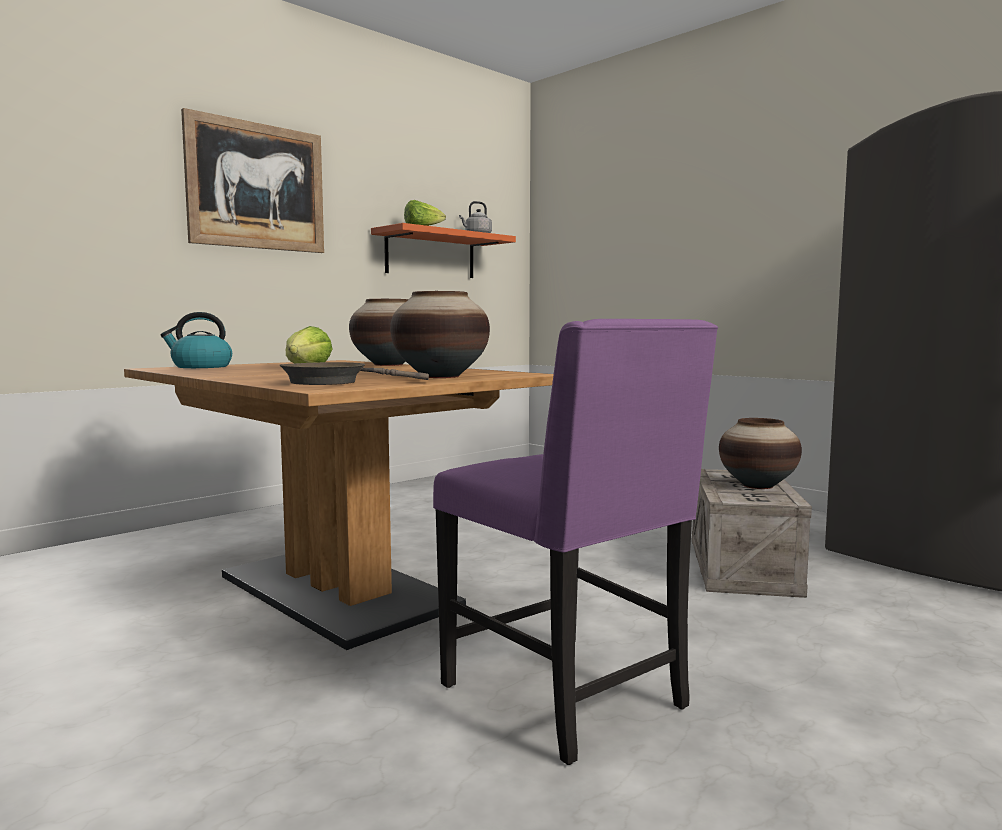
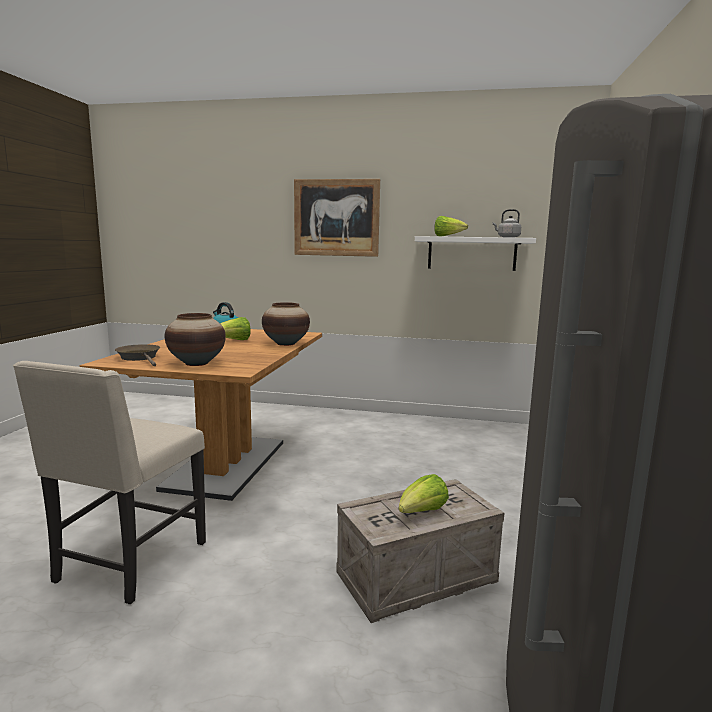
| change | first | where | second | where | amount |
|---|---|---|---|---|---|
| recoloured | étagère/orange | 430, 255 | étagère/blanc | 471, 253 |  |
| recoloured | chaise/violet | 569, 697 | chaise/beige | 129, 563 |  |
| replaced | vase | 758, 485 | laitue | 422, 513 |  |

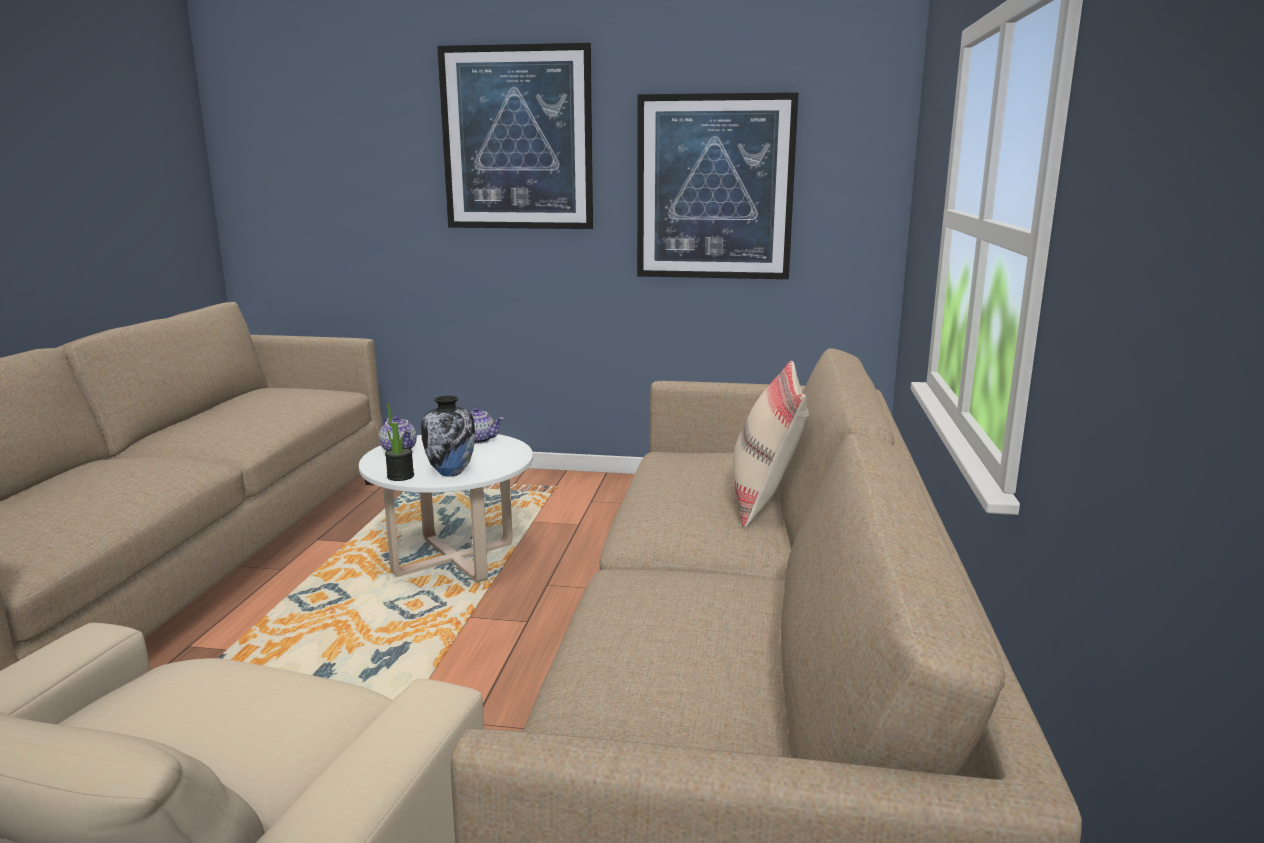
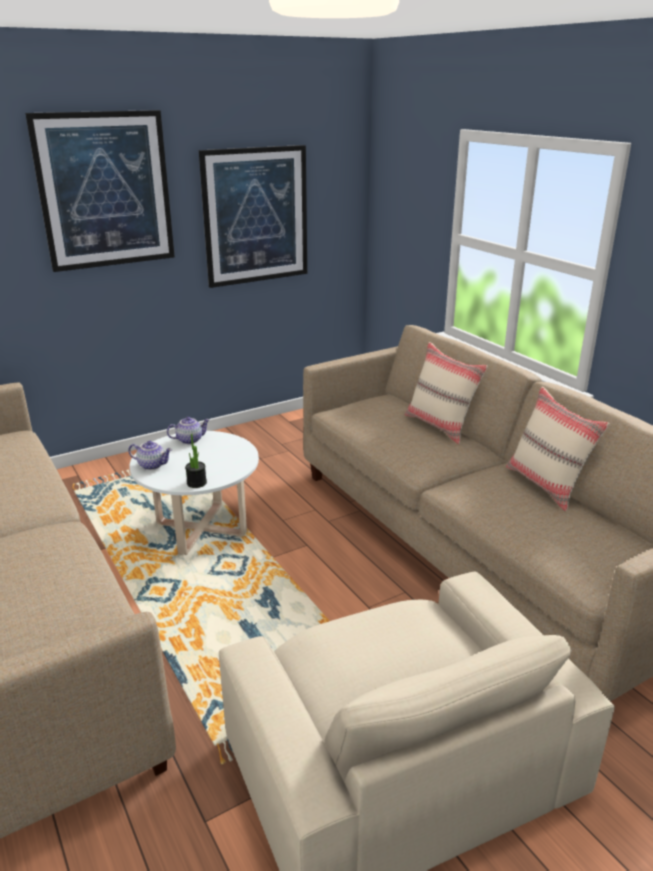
| change | first | where | second | where | amount |
|---|---|---|---|---|---|
| removed | vase | 451, 472 |  |  |  |
| added |  |  | coussin/beige | 547, 485 |  |

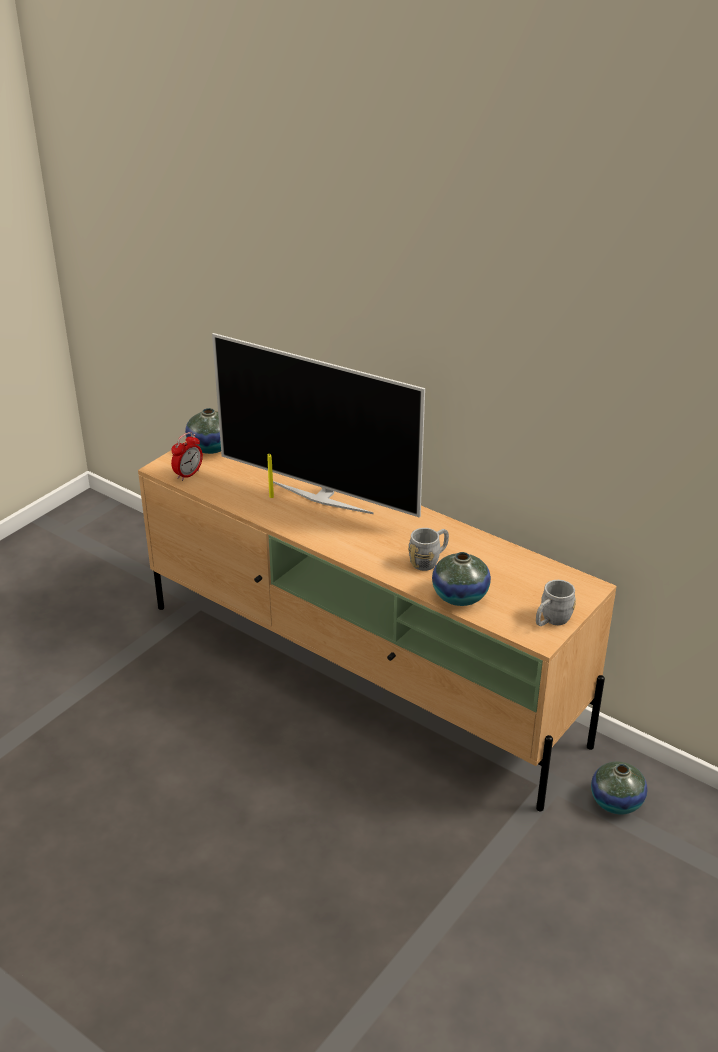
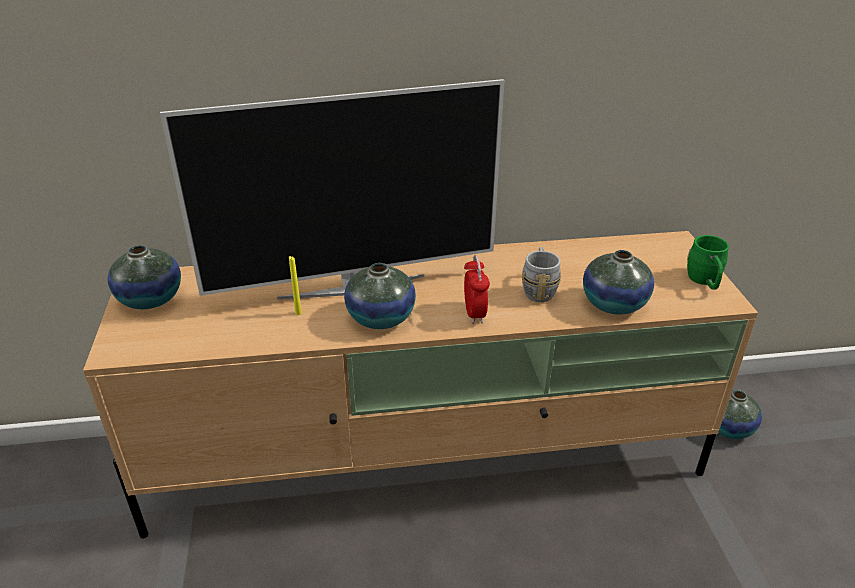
| change | first | where | second | where | amount |
|---|---|---|---|---|---|
| moved | réveil | 188, 474 |  | 474, 313 |  |
| recoloured | mug/gris | 551, 621 | mug/vert | 705, 282 |  |
| added |  |  | vase | 381, 318 |  |

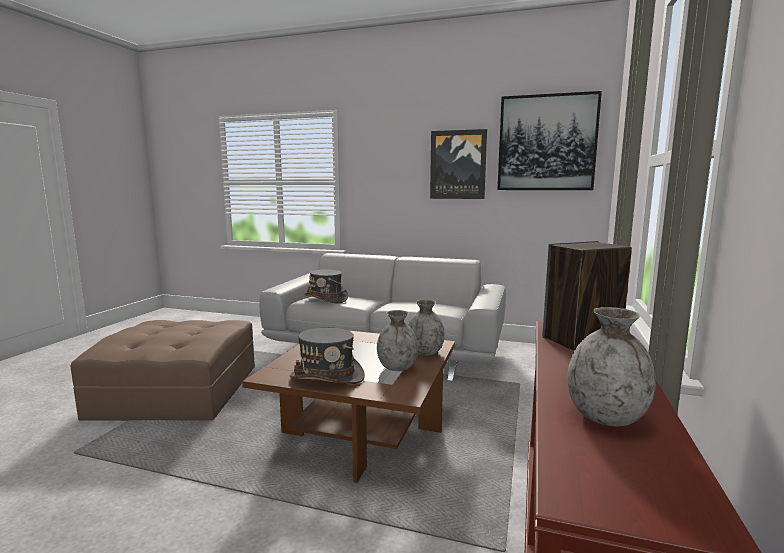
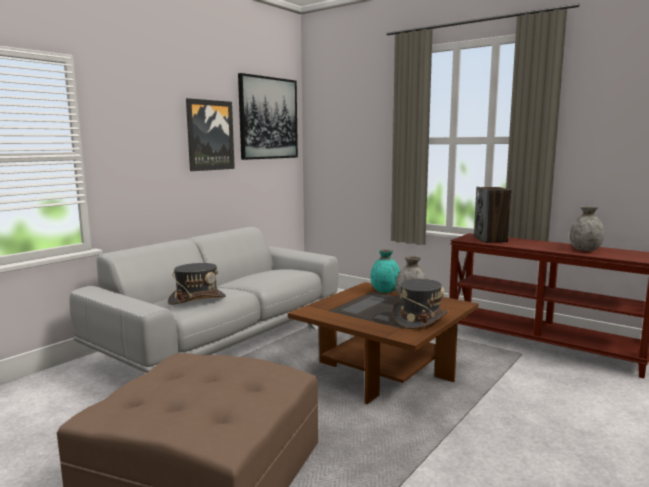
| change | first | where | second | where | amount |
|---|---|---|---|---|---|
| recoloured | vase/gris | 424, 352 | vase/turquoise | 385, 291 |  |

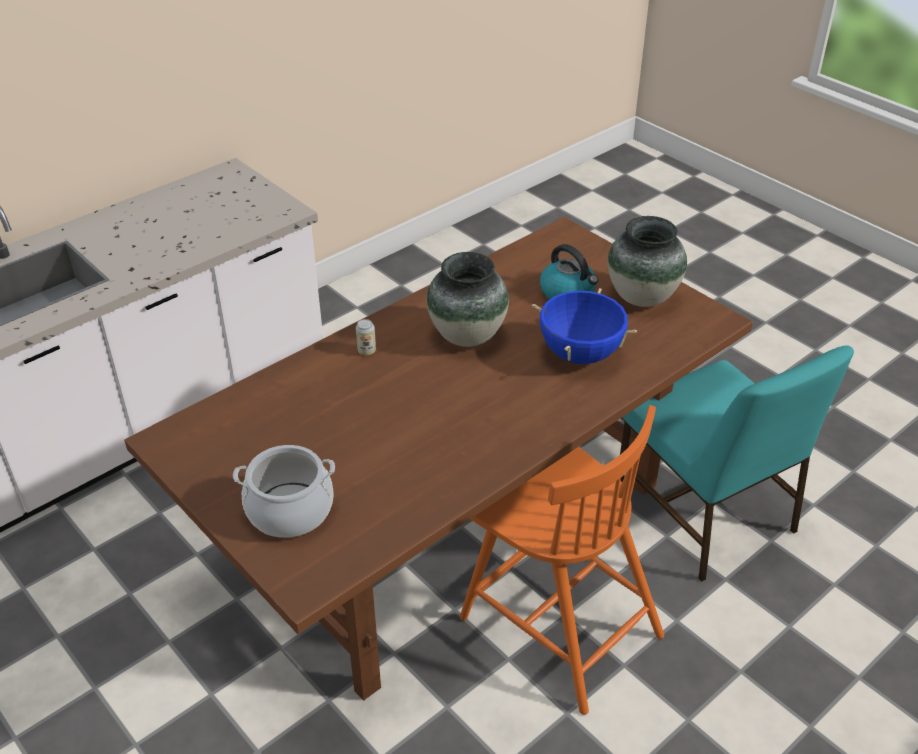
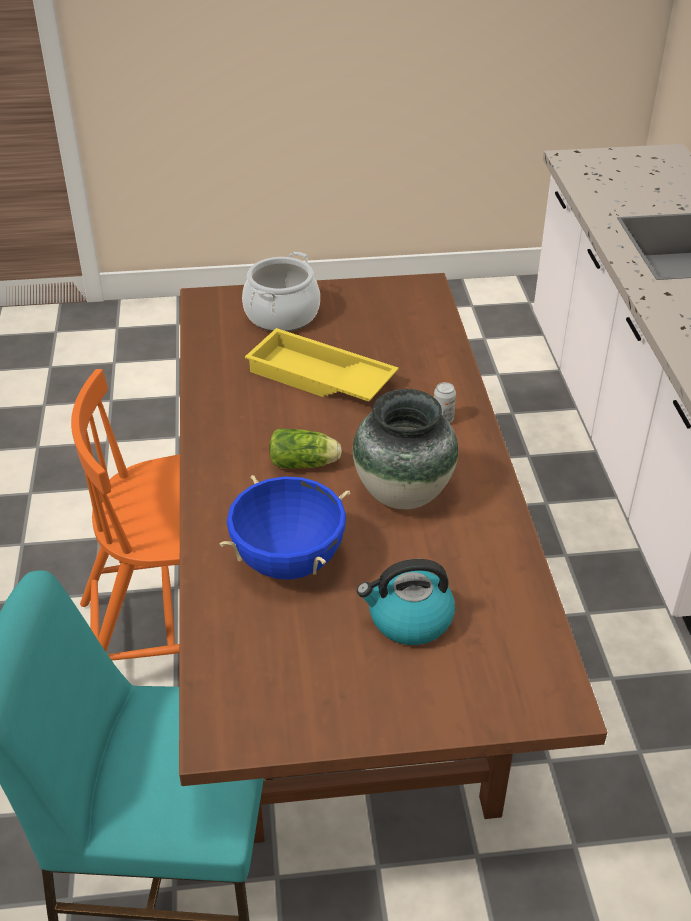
| change | first | where | second | where | amount |
|---|---|---|---|---|---|
| removed | vase | 641, 297 |  |  |  |
| added |  |  | plateau/jaune | 318, 378 |  |
| added |  |  | laitue | 306, 464 |  |

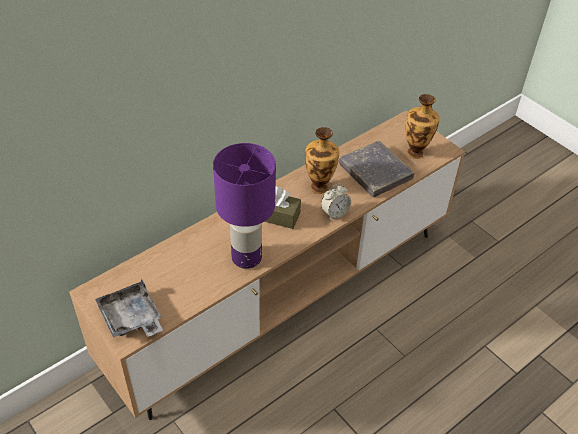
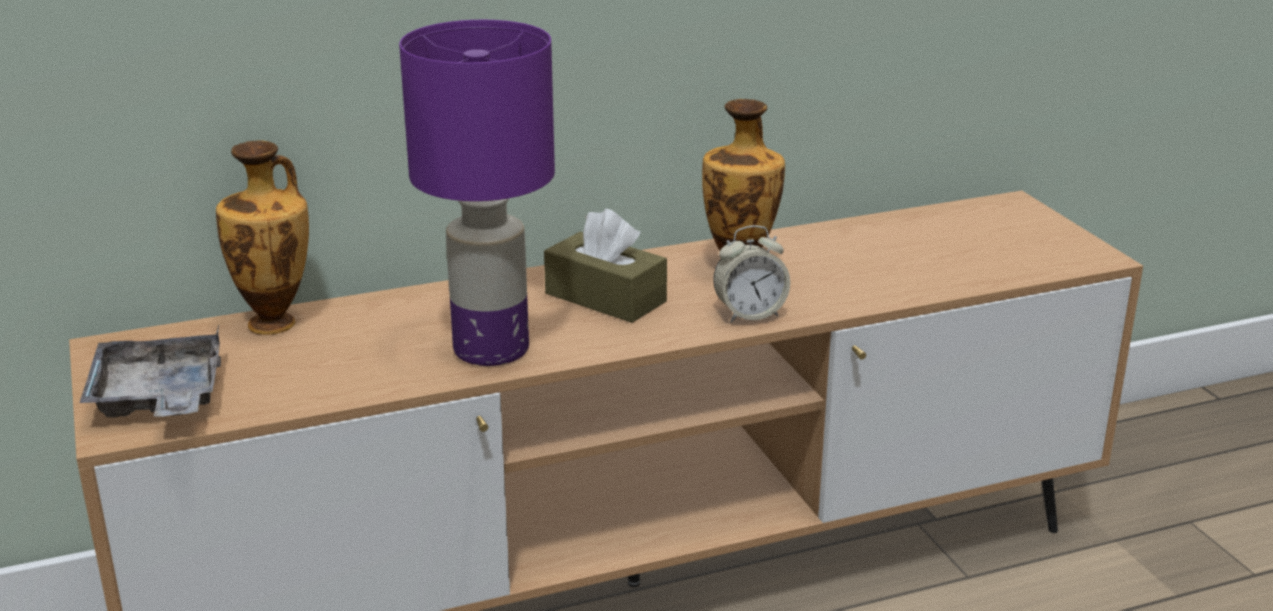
| change | first | where | second | where | amount |
|---|---|---|---|---|---|
| moved | vase | 416, 152 |  | 276, 323 |  |
| removed | livre/gris | 375, 172 |  |  |  |

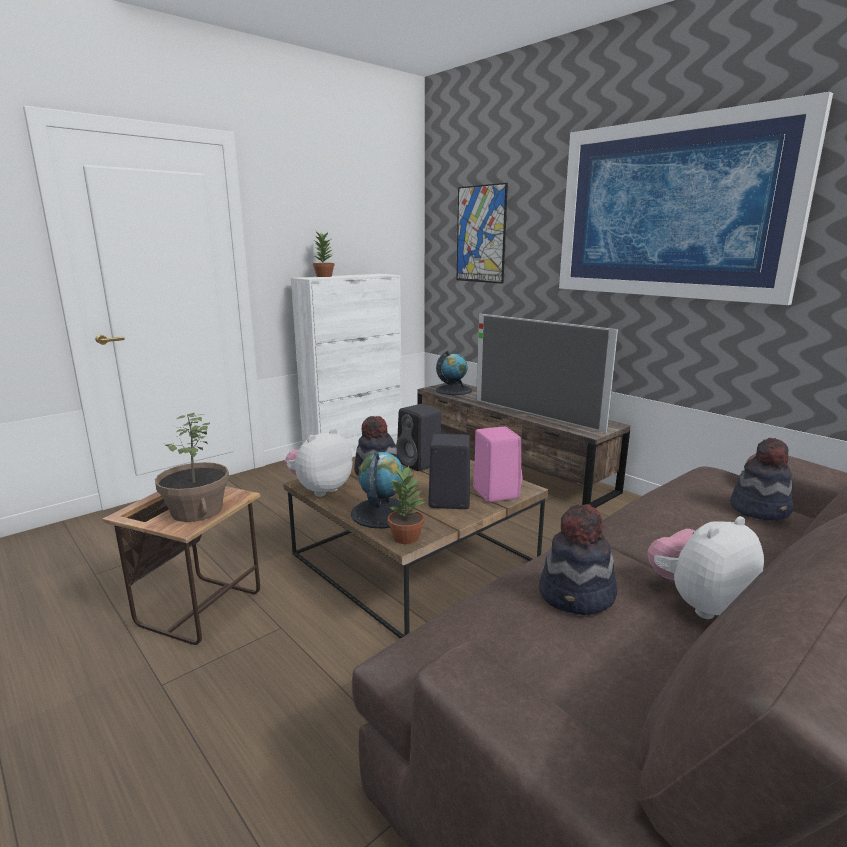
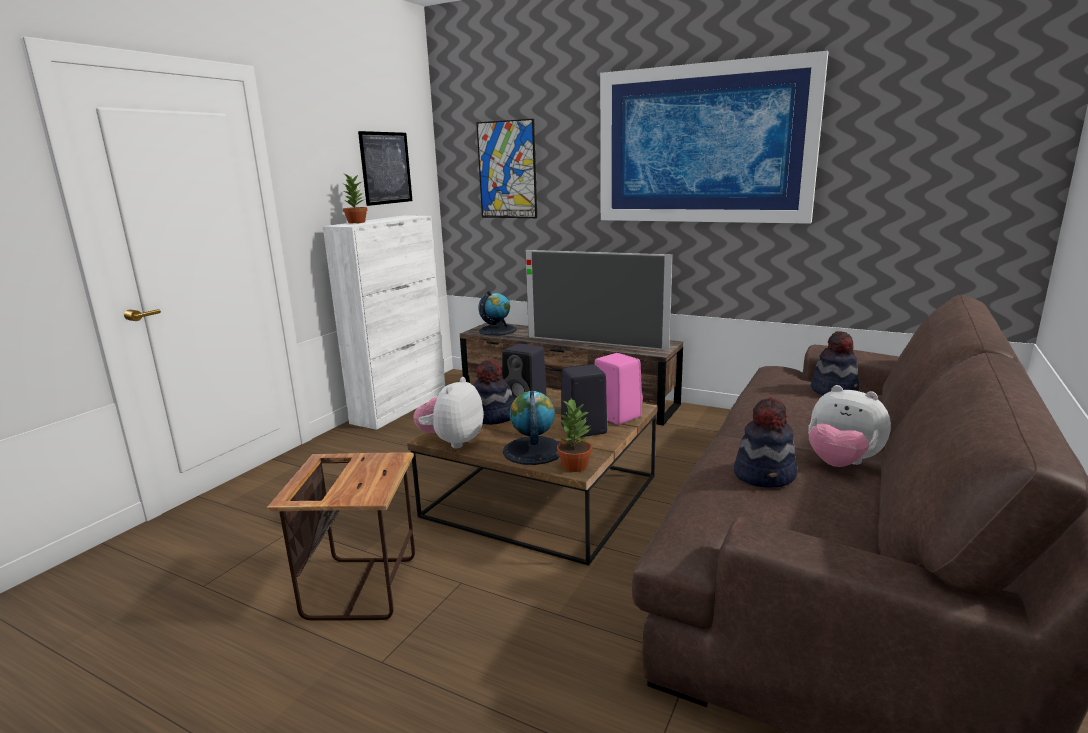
| change | first | where | second | where | amount |
|---|---|---|---|---|---|
| removed | plante en pot | 196, 511 |  |  |  |
| turned | peluche | 698, 603 |  | 841, 463 | 90 degrees counterclockwise |
| added |  |  | tableau | 386, 168 |  |

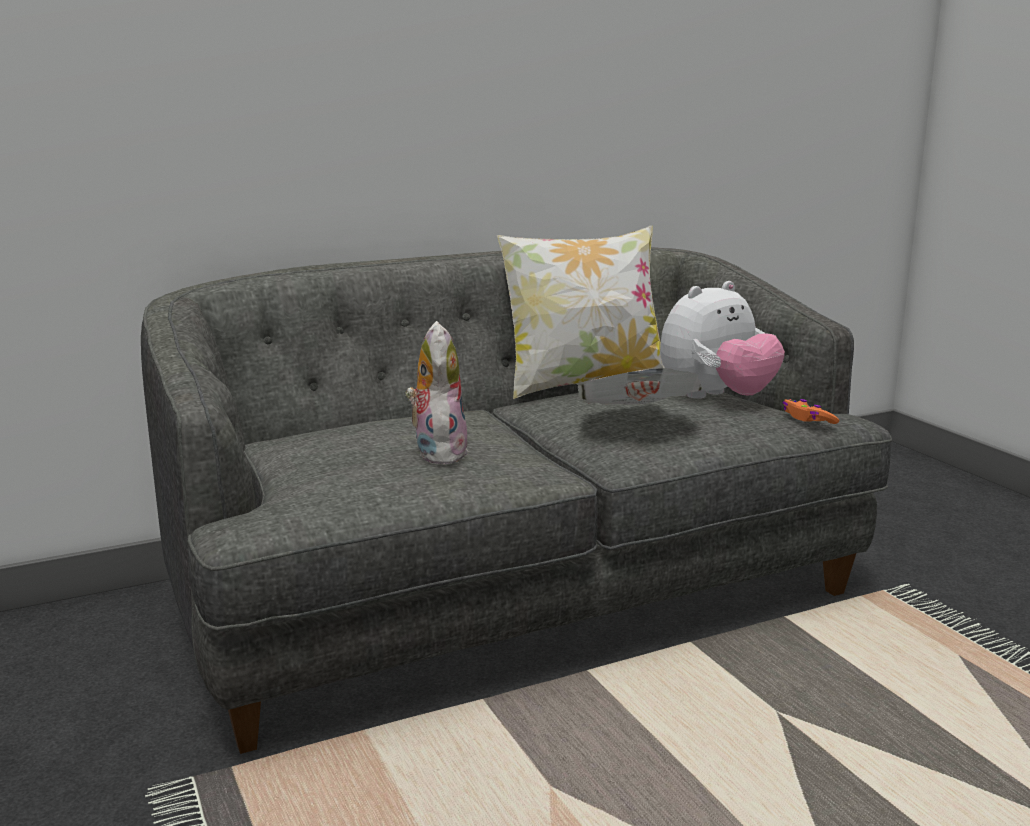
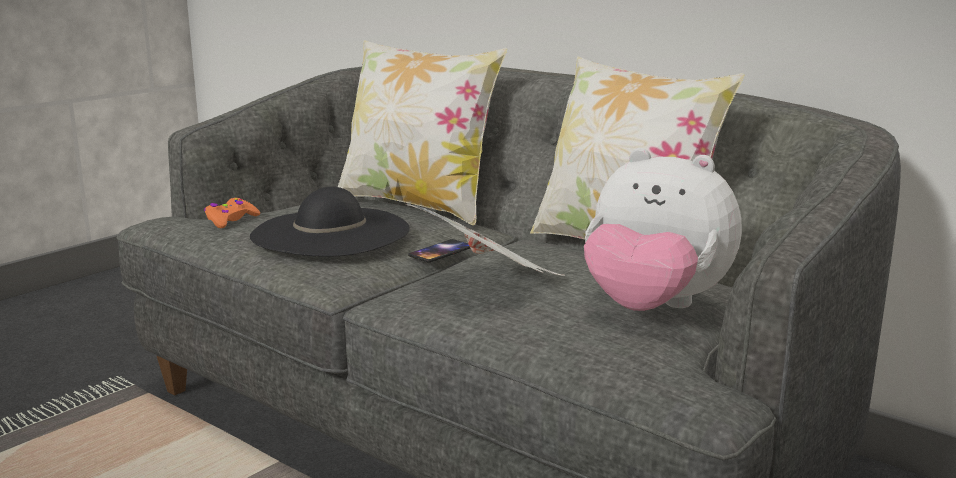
| change | first | where | second | where | amount |
|---|---|---|---|---|---|
| replaced | peluche | 437, 452 | chapeau/noir | 330, 232 |  |
| moved | manette/orange | 807, 419 |  | 231, 220 |  |
| added |  |  | coussin | 418, 205 |  |
| added |  |  | téléphone | 441, 251 |  |

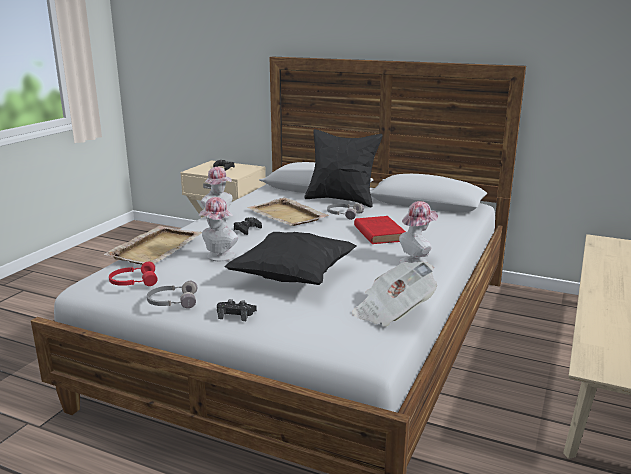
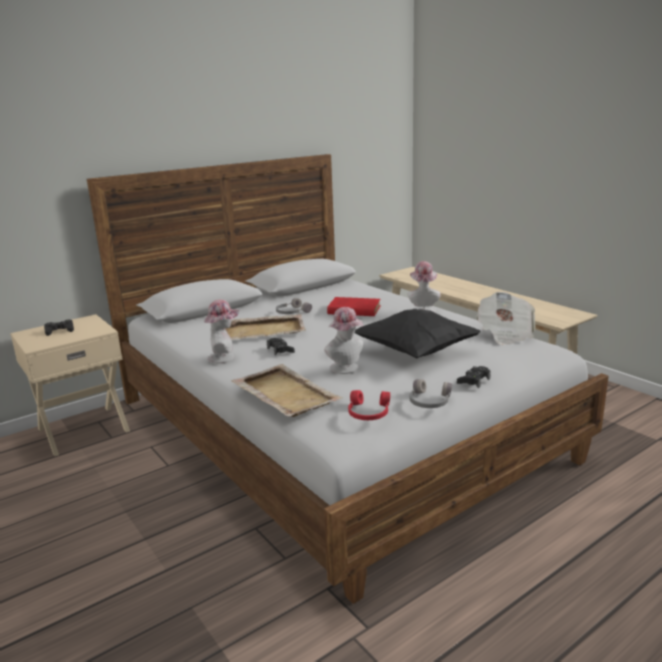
| change | first | where | second | where | amount |
|---|---|---|---|---|---|
| removed | coussin/noir | 341, 200 |  |  |  |

